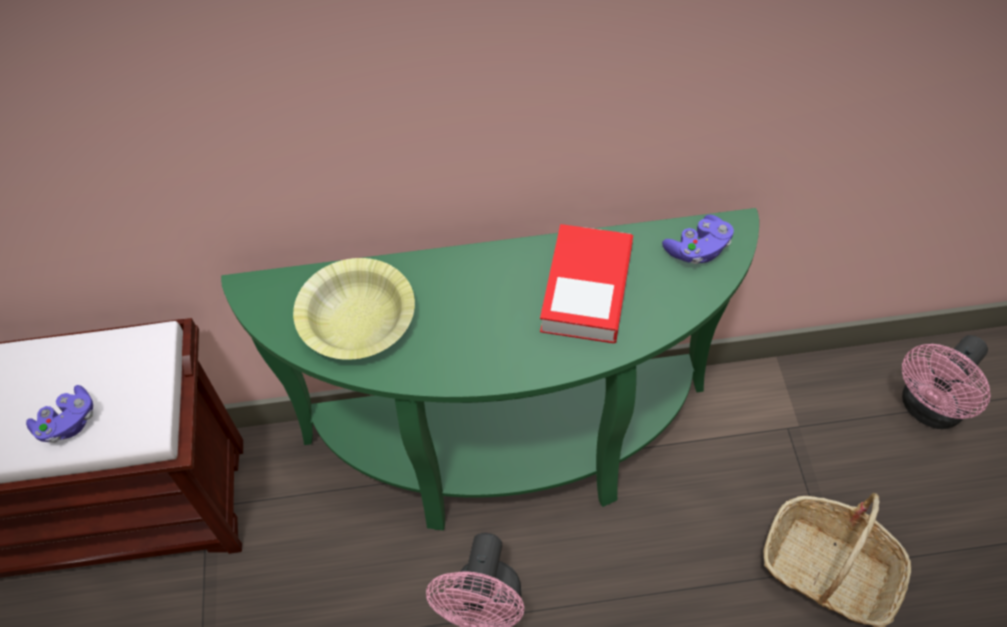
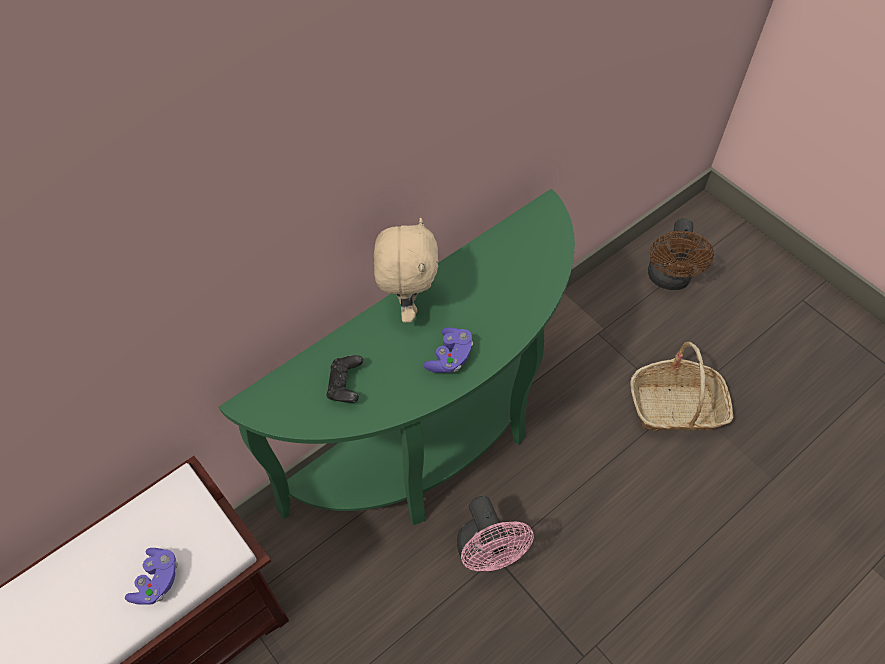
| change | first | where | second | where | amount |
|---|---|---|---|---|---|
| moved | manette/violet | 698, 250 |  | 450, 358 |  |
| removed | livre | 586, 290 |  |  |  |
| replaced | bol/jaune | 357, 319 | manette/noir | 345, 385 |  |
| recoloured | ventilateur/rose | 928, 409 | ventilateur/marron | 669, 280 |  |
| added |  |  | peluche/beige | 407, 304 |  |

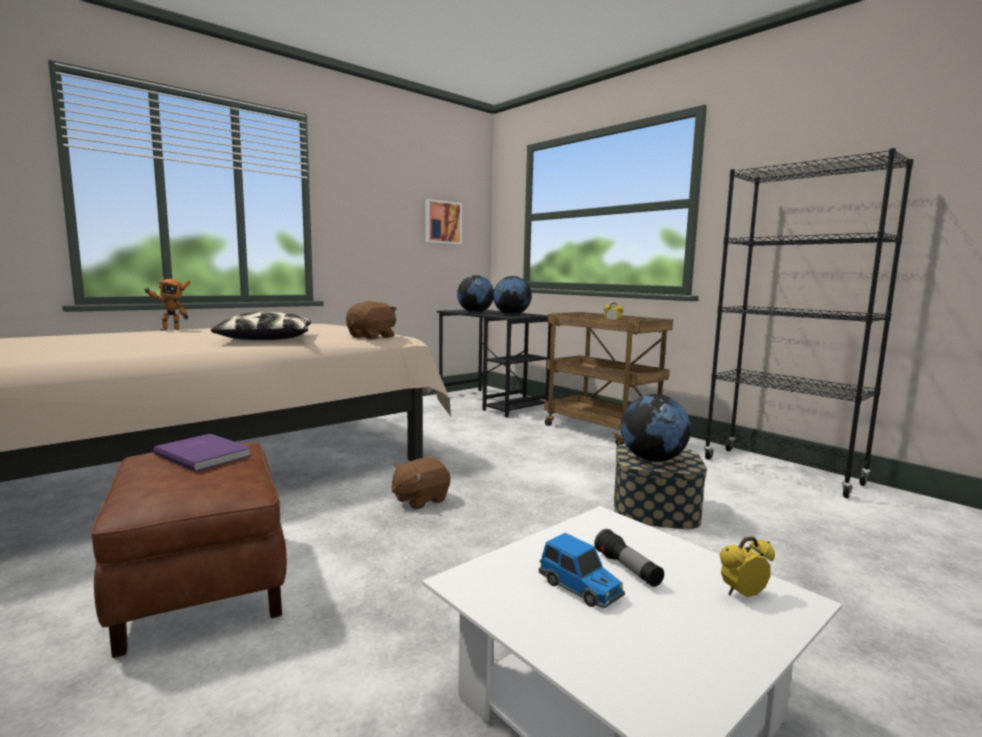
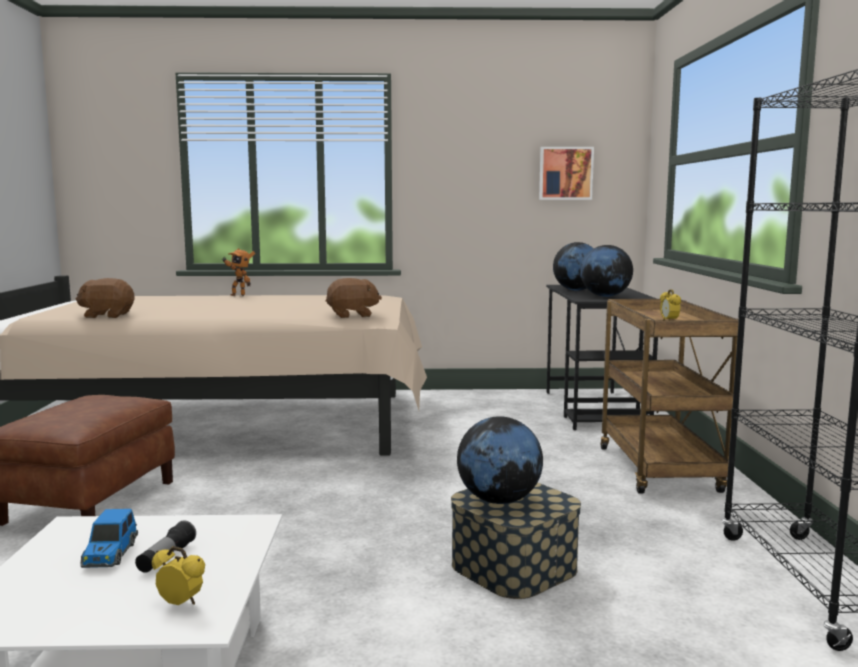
| change | first | where | second | where | amount |
|---|---|---|---|---|---|
| removed | coussin | 266, 339 |  |  |  |
| removed | livre/violet | 204, 454 |  |  |  |
| moved | peluche/marron | 420, 500 |  | 107, 316 |  |

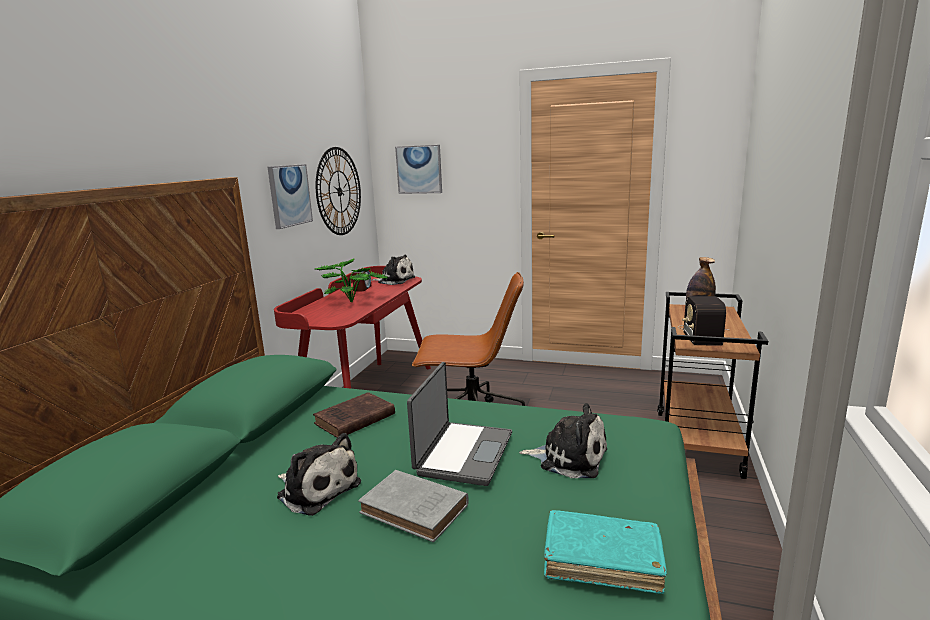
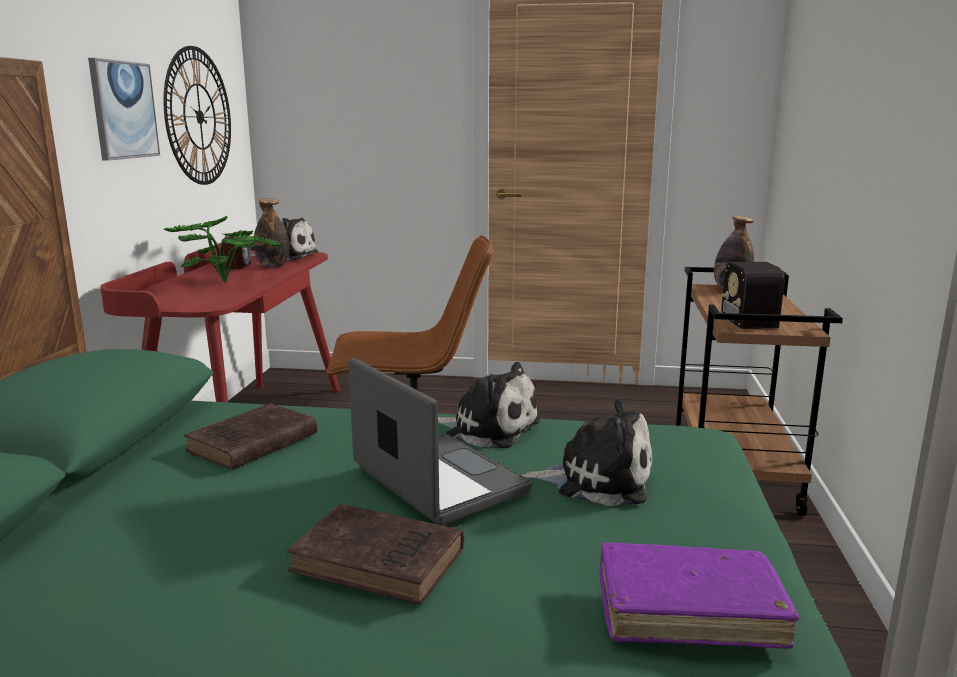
| change | first | where | second | where | amount |
|---|---|---|---|---|---|
| removed | tableau | 419, 169 |  |  |  |
| turned | ordinateur portable | 463, 453 |  | 437, 481 | 45 degrees counterclockwise |
| moved | peluche | 317, 489 |  | 488, 429 |  |
| recoloured | livre/gris | 416, 510 | livre/marron | 382, 561 |  |
| recoloured | livre/turquoise | 602, 560 | livre/violet | 688, 610 |  |
| added |  |  | bouteille | 273, 266 |  |

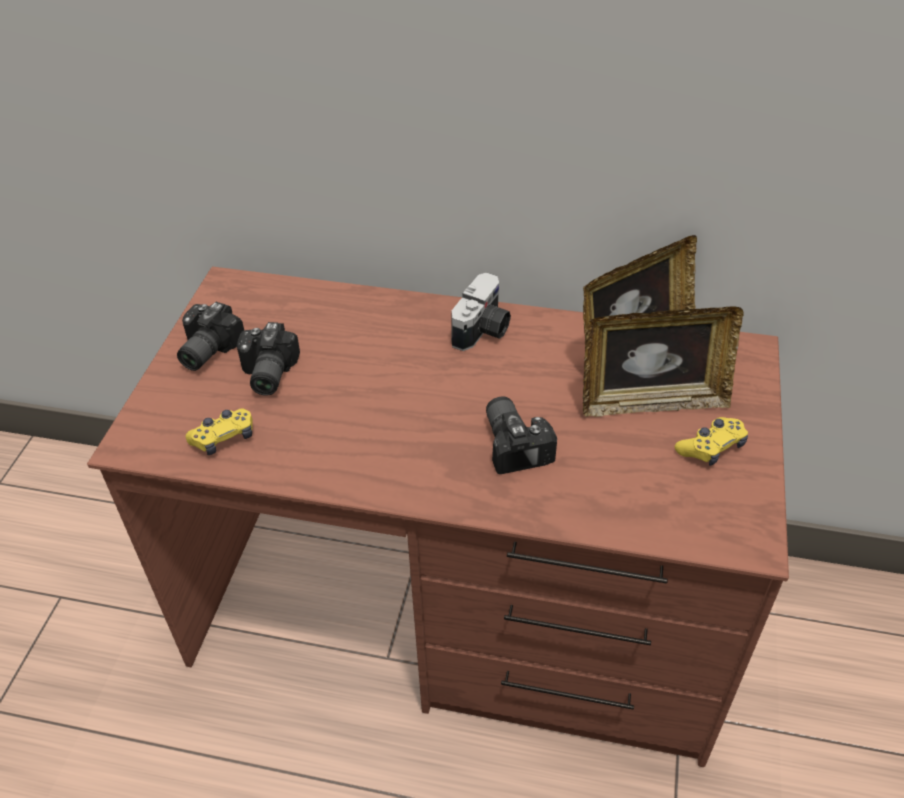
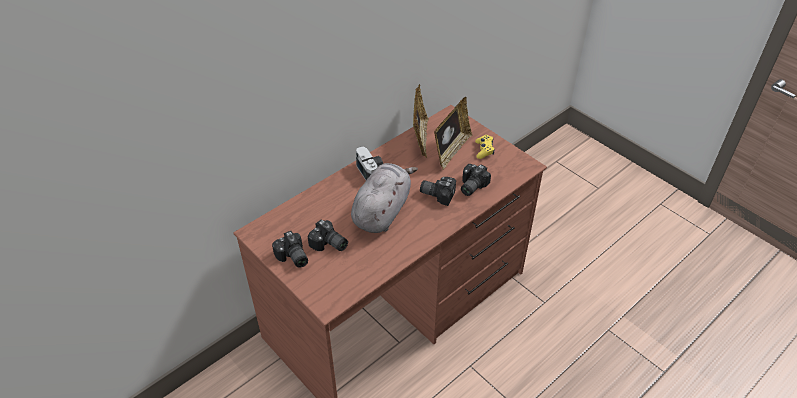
| change | first | where | second | where | amount |
|---|---|---|---|---|---|
| removed | manette/jaune | 224, 438 |  |  |  |
| added |  |  | peluche/gris | 382, 211 |  |
| added |  |  | appareil photo | 470, 186 |  |

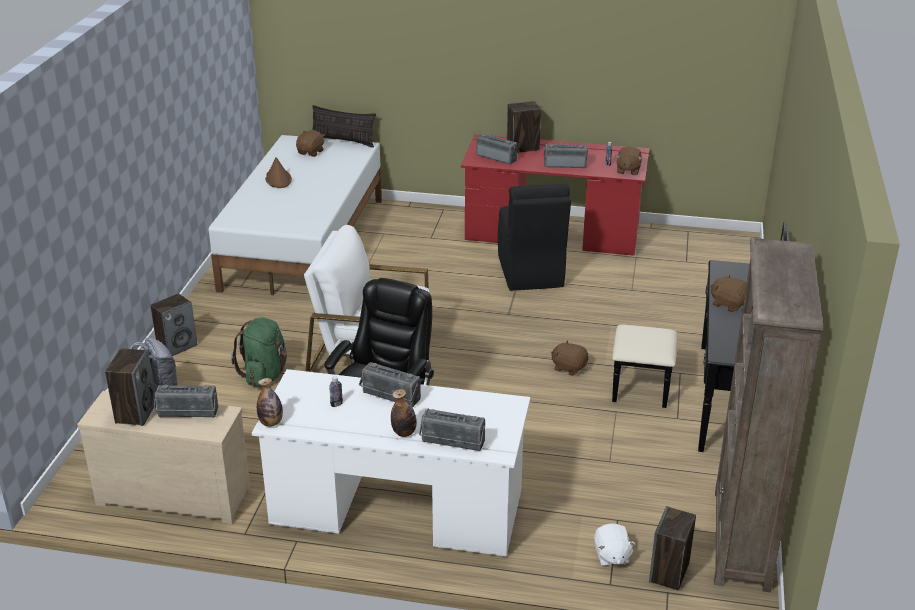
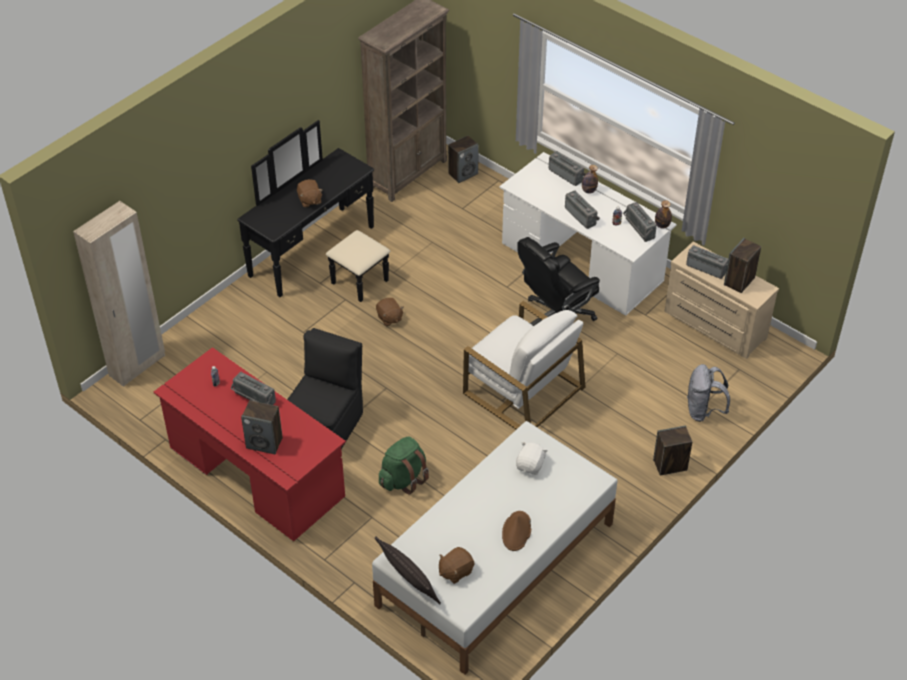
| change | first | where | second | where | amount |
|---|---|---|---|---|---|
| moved | radio | 497, 157 |  | 638, 229 |  |
| removed | peluche/marron | 627, 170 |  |  |  |
| moved | sac à dos/vert | 265, 374 |  | 403, 479 |  |
| moved | peluche/blanc | 611, 556 |  | 530, 465 |  |
| added |  |  | armoire/beige | 137, 366 |  |

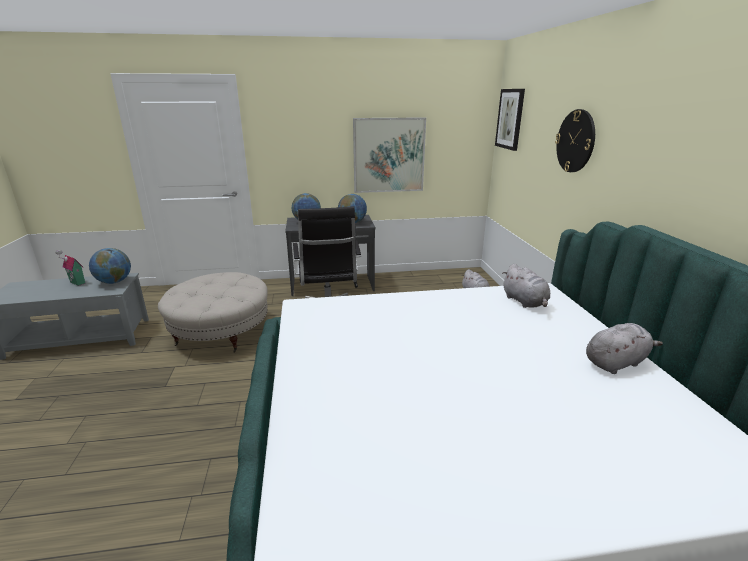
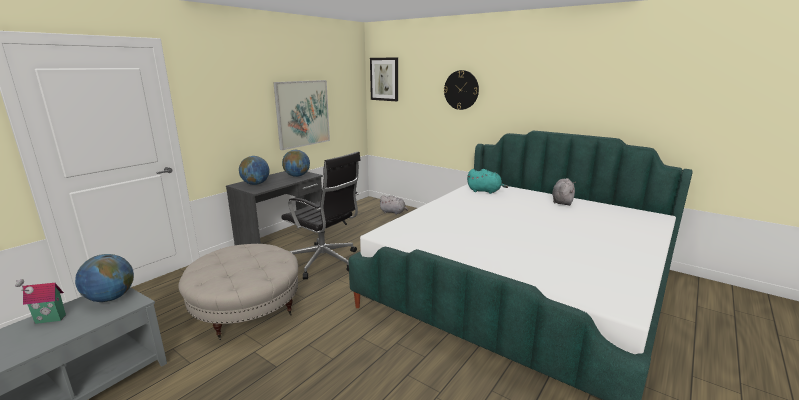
| change | first | where | second | where | amount |
|---|---|---|---|---|---|
| recoloured | peluche/gris | 525, 302 | peluche/turquoise | 485, 191 |  |

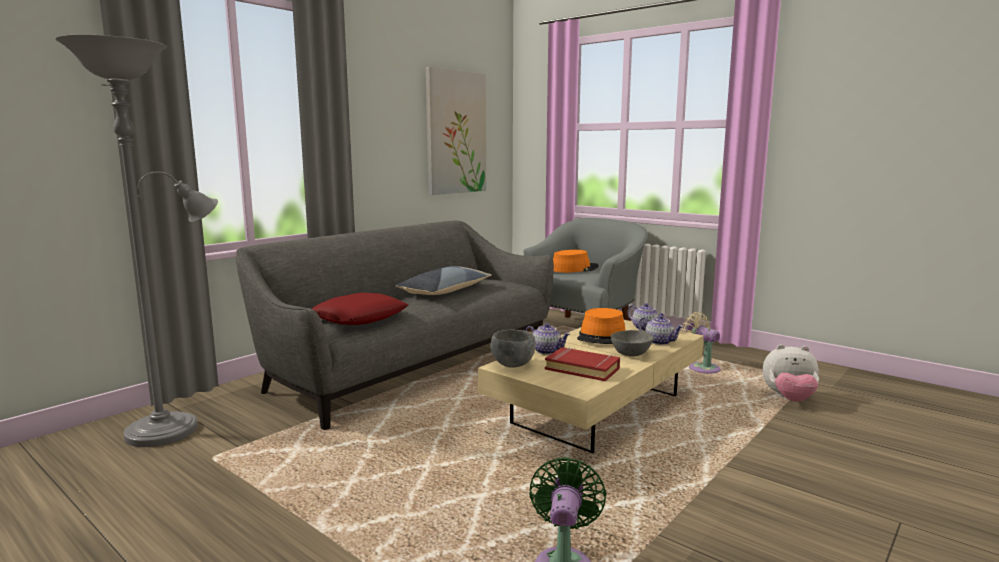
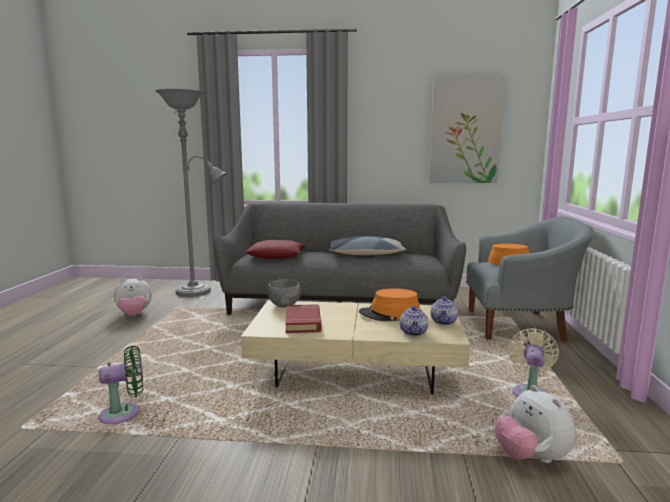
| change | first | where | second | where | amount |
|---|---|---|---|---|---|
| removed | théière | 547, 351 |  |  |  |
| removed | bol/gris | 632, 354 |  |  |  |
| added |  |  | peluche | 134, 315 |  |

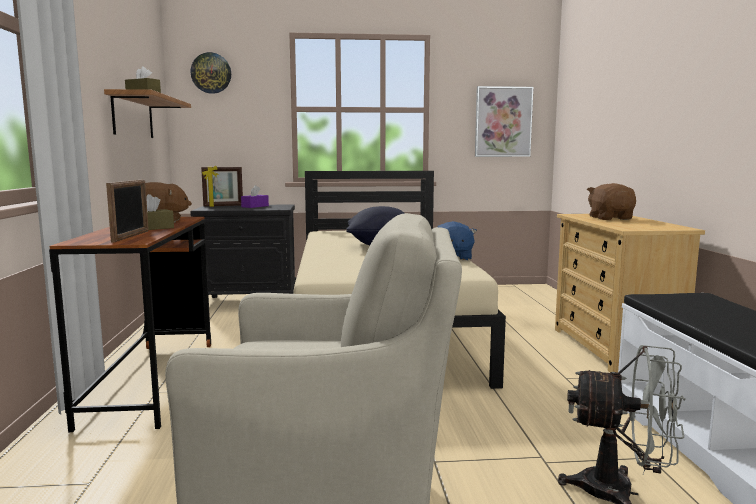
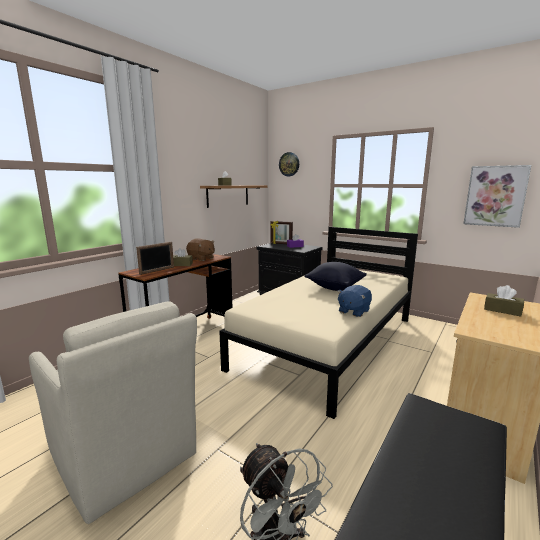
| change | first | where | second | where | amount |
|---|---|---|---|---|---|
| replaced | peluche/marron | 610, 218 | boîte à mouchoirs/marron | 502, 310 |  |

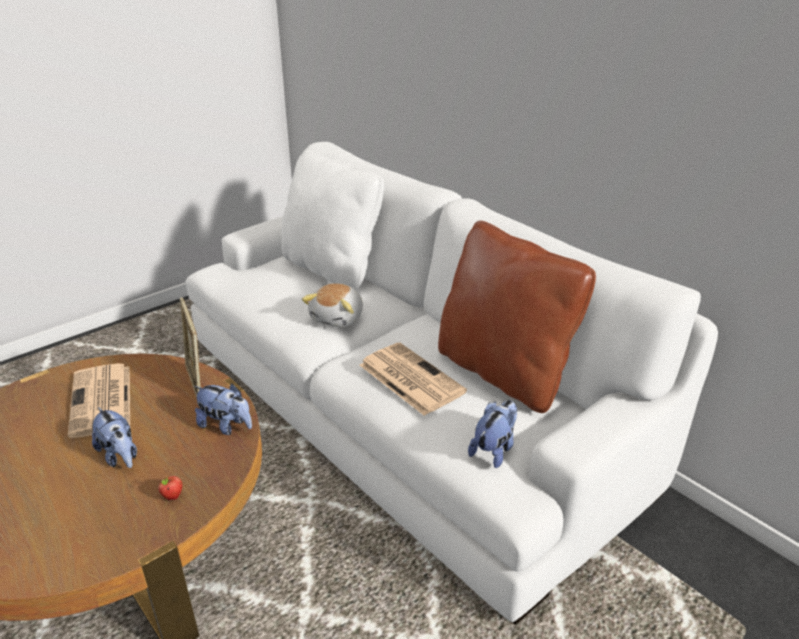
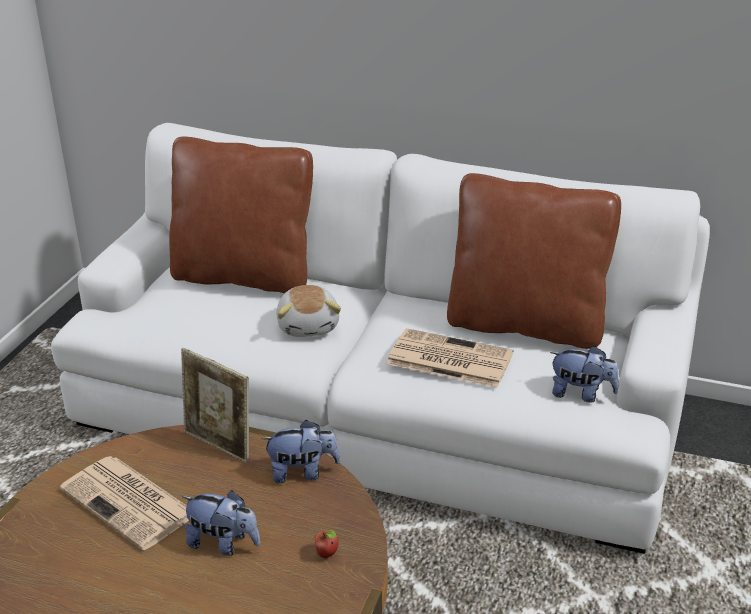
| change | first | where | second | where | amount |
|---|---|---|---|---|---|
| recoloured | coussin/blanc | 332, 269 | coussin/marron | 244, 276 |  |
| turned | peluche | 494, 449 |  | 581, 394 | 105 degrees clockwise |

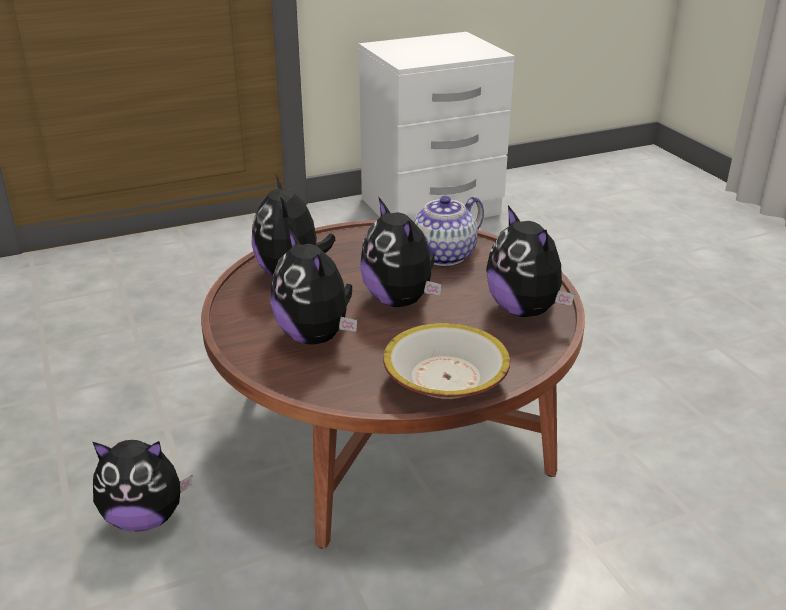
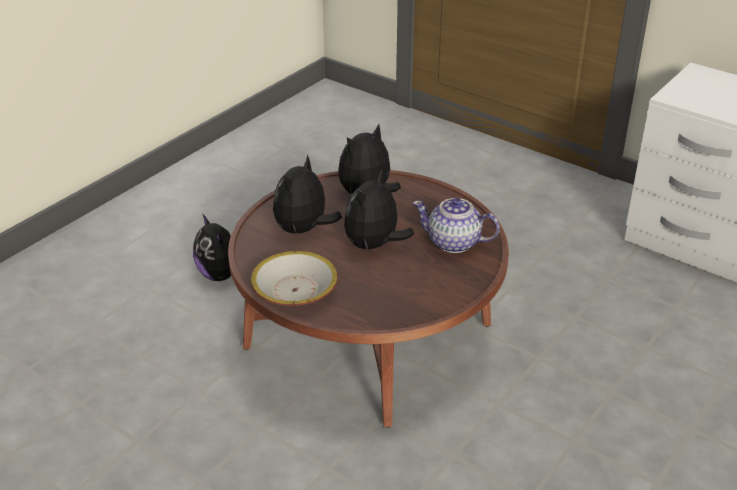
| change | first | where | second | where | amount |
|---|---|---|---|---|---|
| removed | peluche | 525, 310 |  |  |  |

